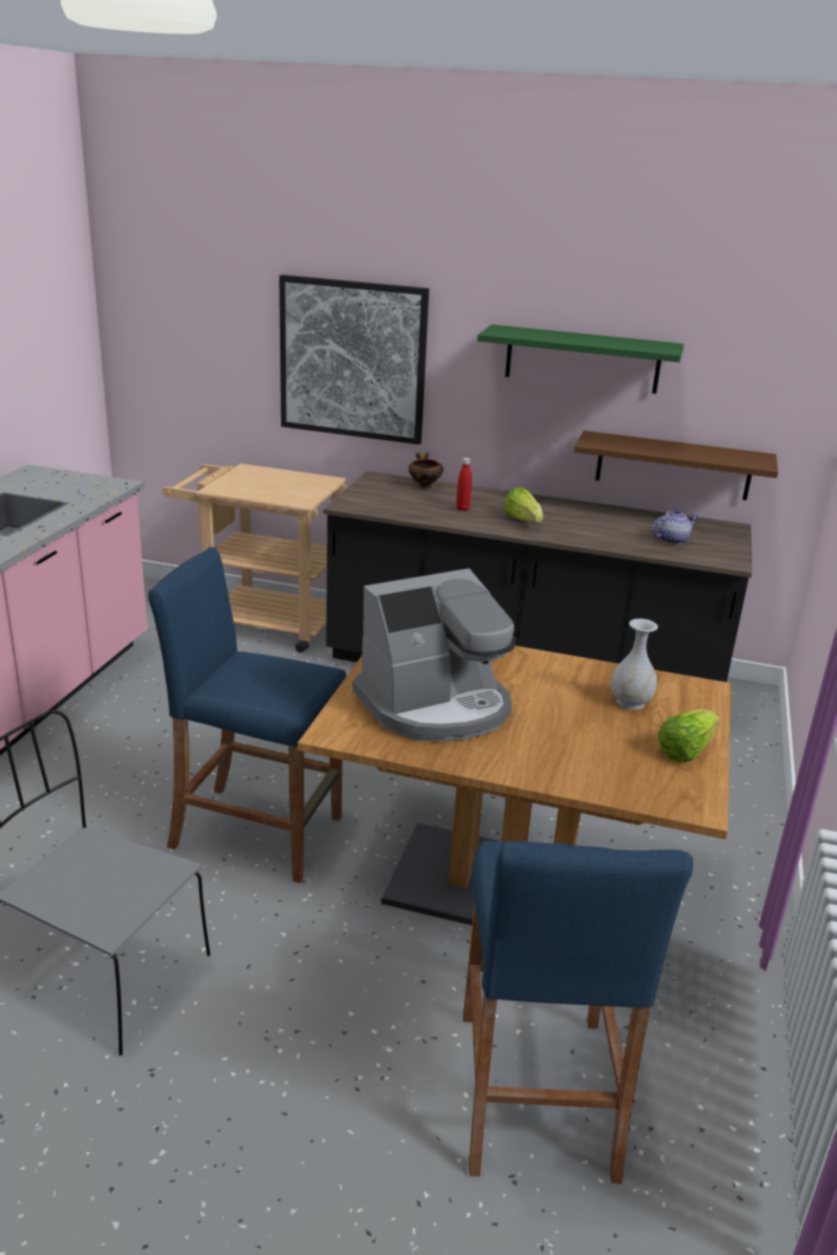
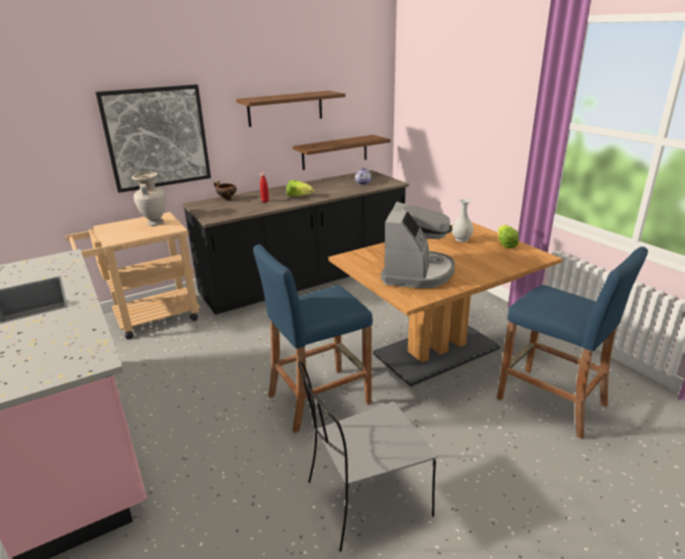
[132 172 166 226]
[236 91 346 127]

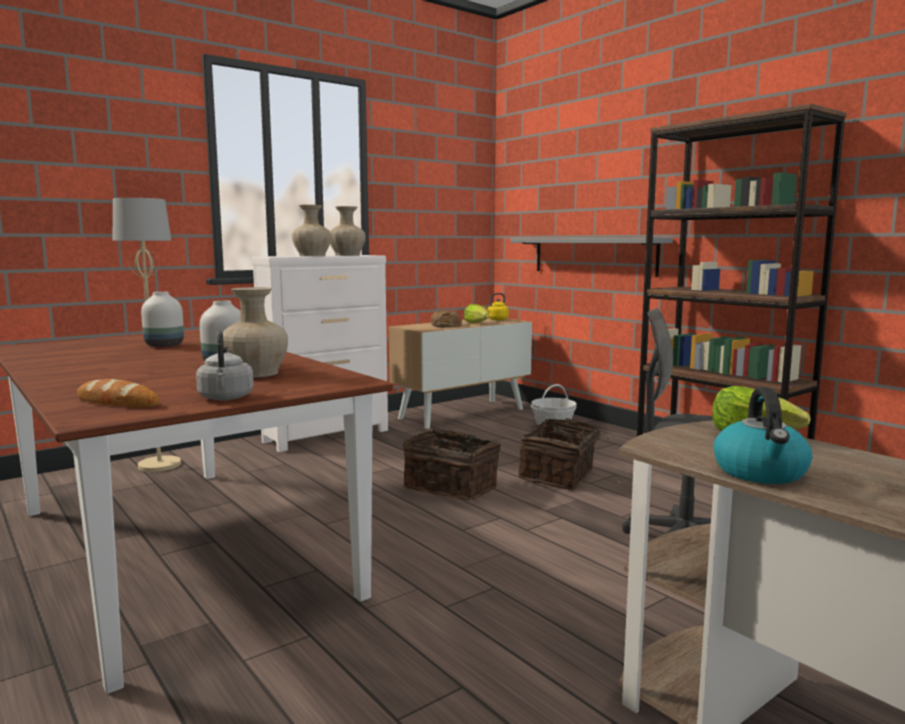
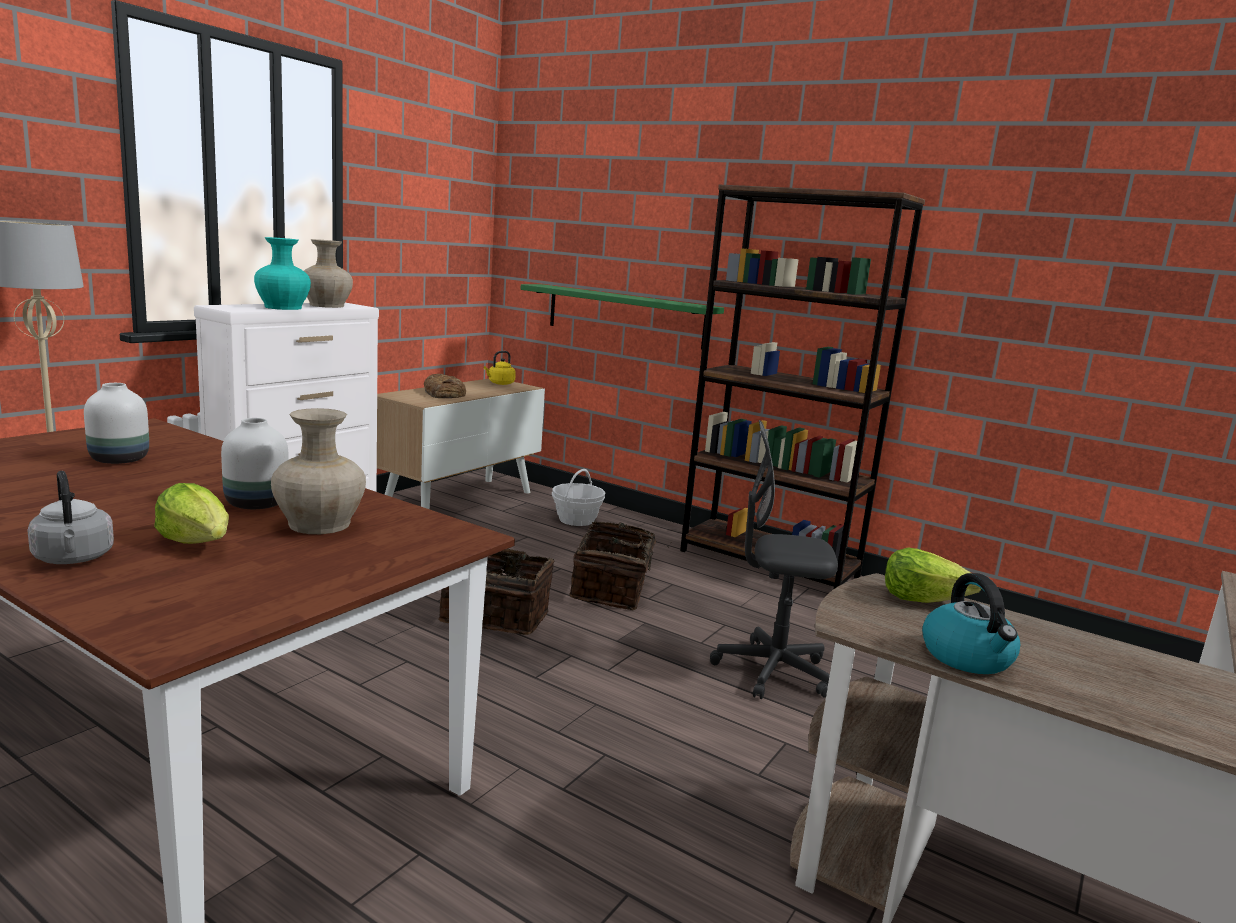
[77 379 159 407] (first image)
[27 471 114 564]
[154 483 229 544]
[254 237 311 310]
[521 284 724 350]

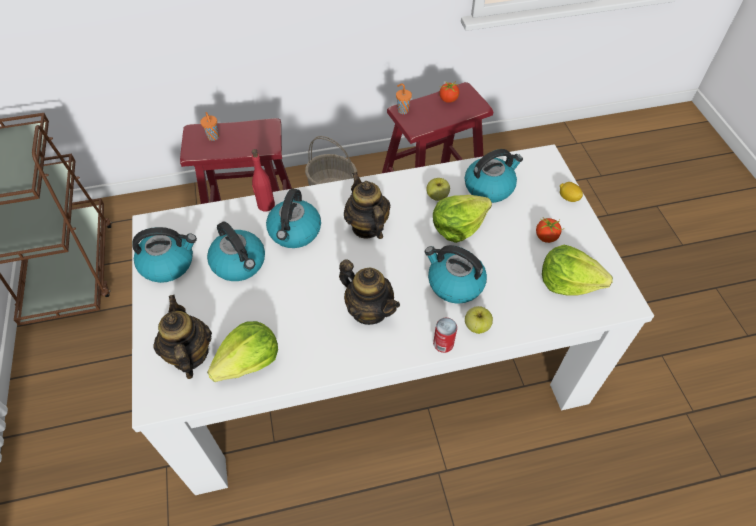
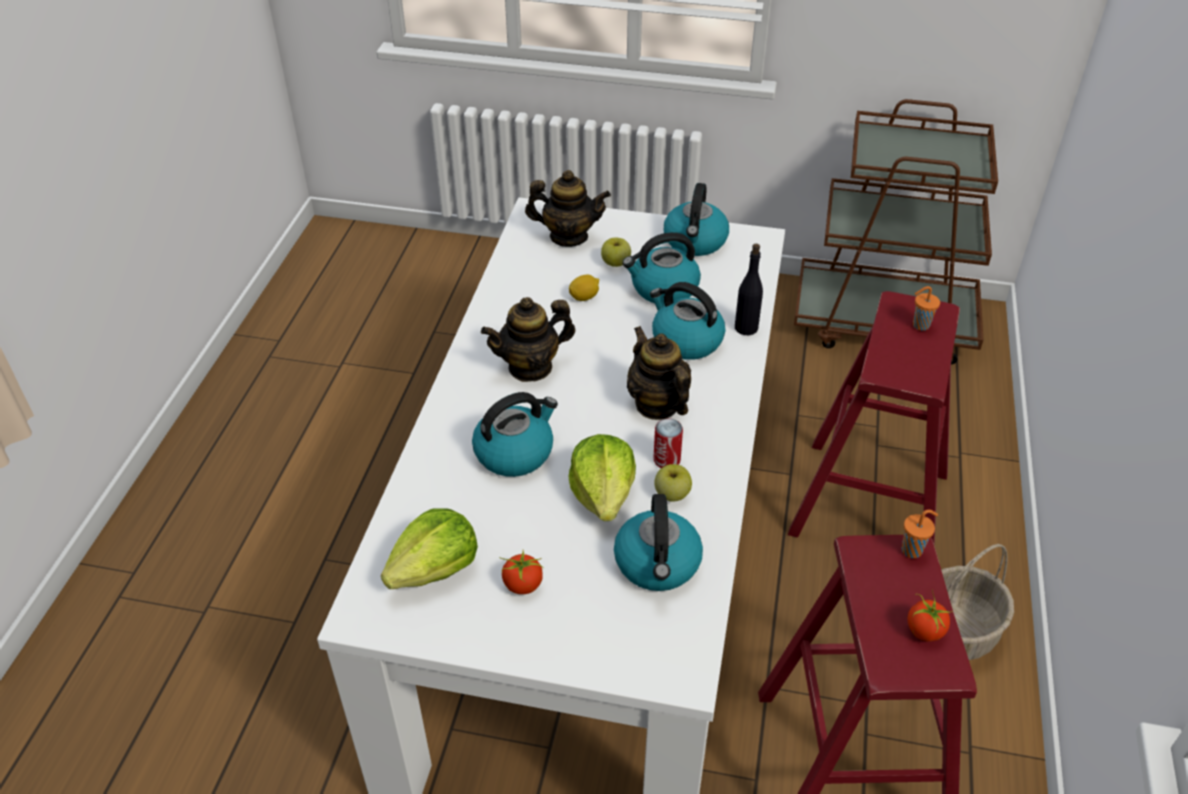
[207 321 278 382] (first image)
[653 419 683 468]
[601 237 631 267]
[569 274 599 301]
[735 244 763 335]
[627 326 691 420]

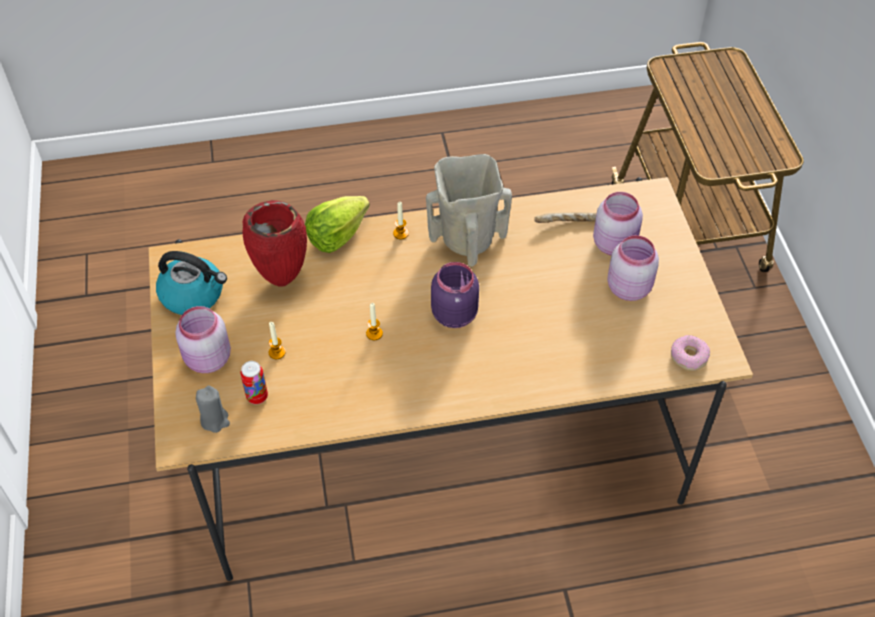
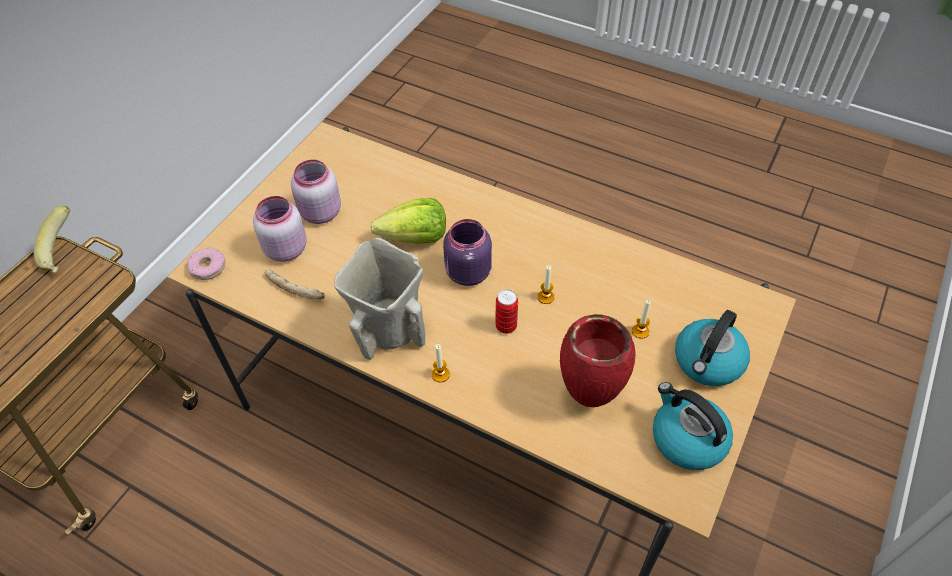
[196 386 230 433] (first image)
[34 206 70 273]
[495 289 518 334]
[371 198 446 244]
[187 248 225 280]
[675 310 750 386]

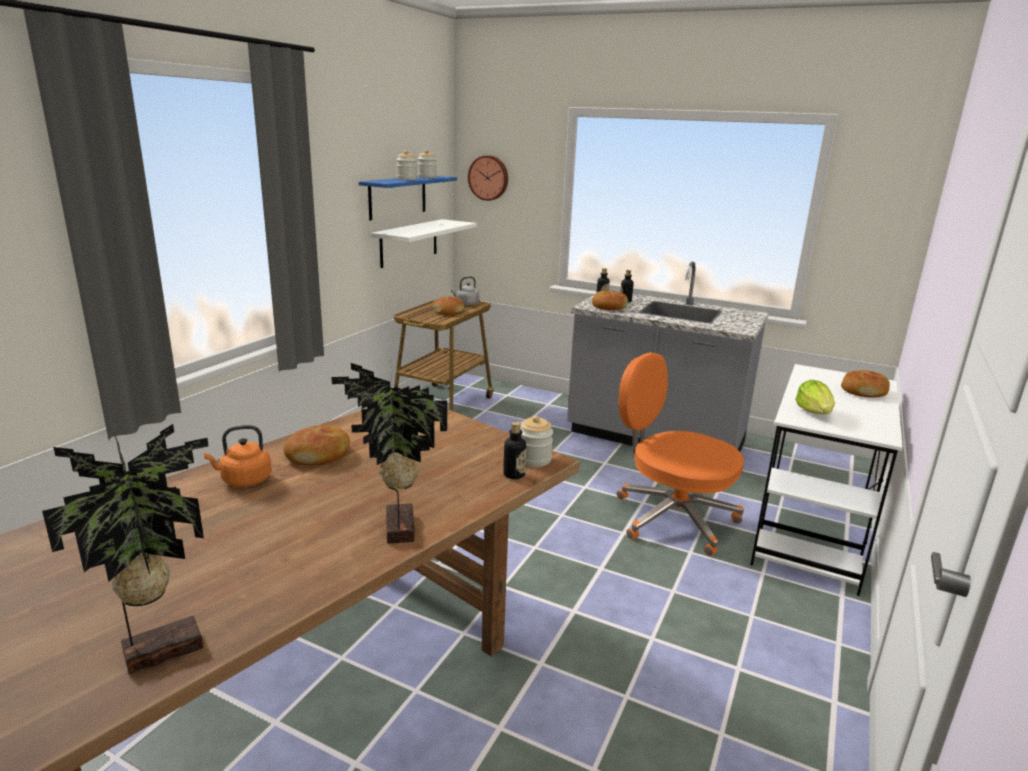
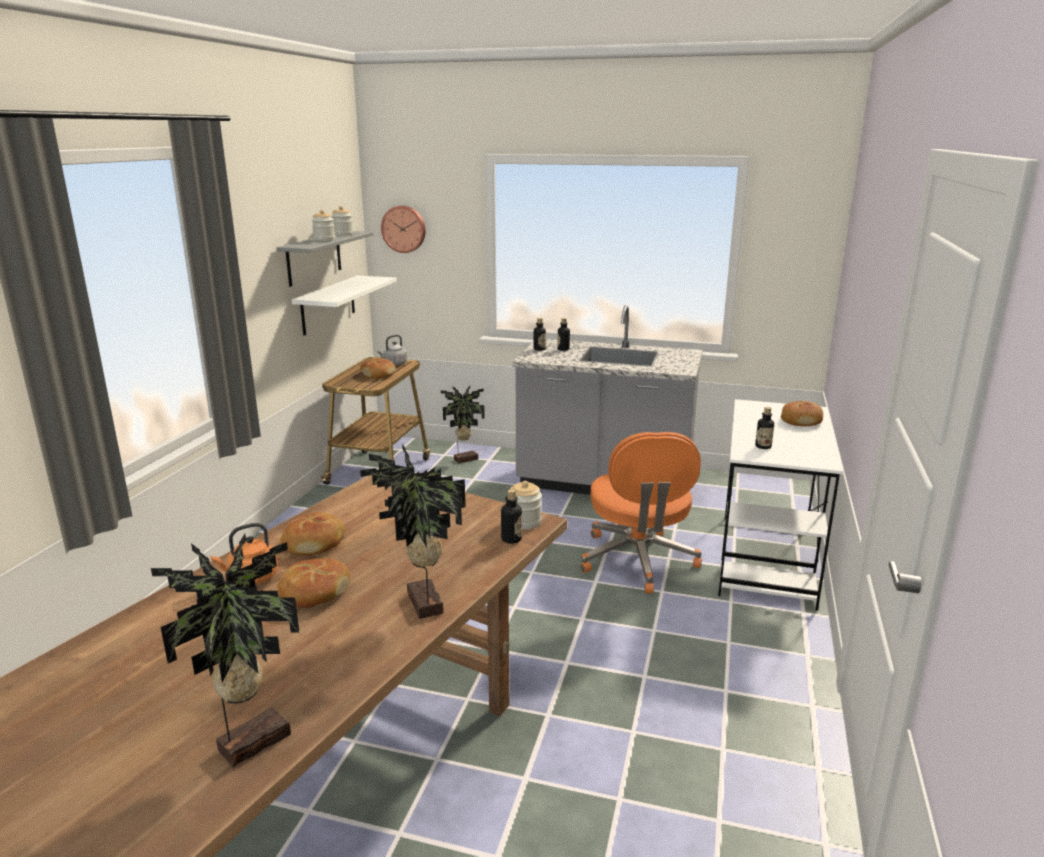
[441 386 485 463]
[277 558 350 608]
[755 407 774 449]
[277 231 373 287]
[580 432 702 594]

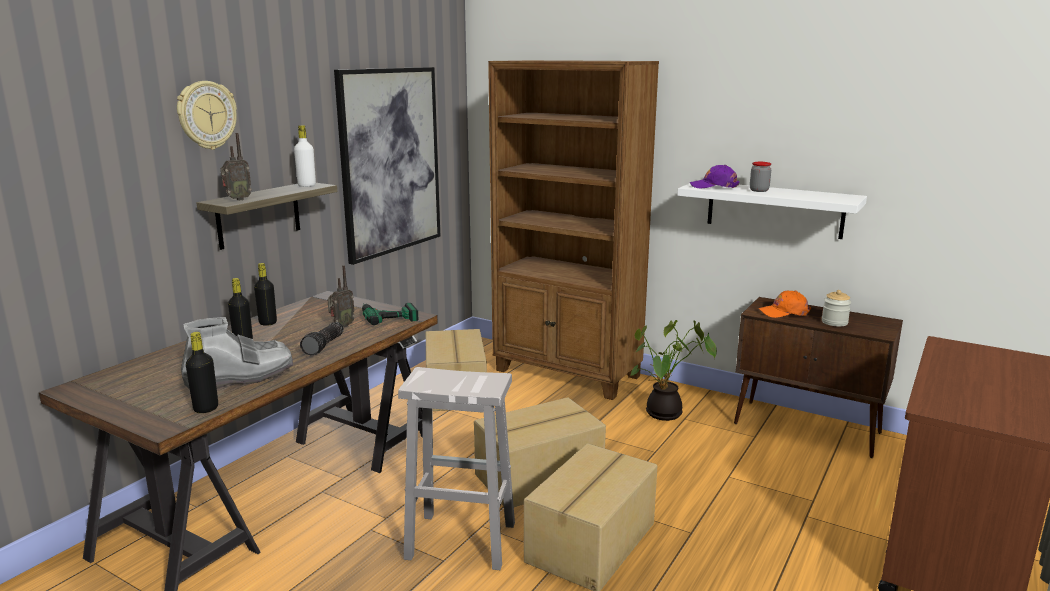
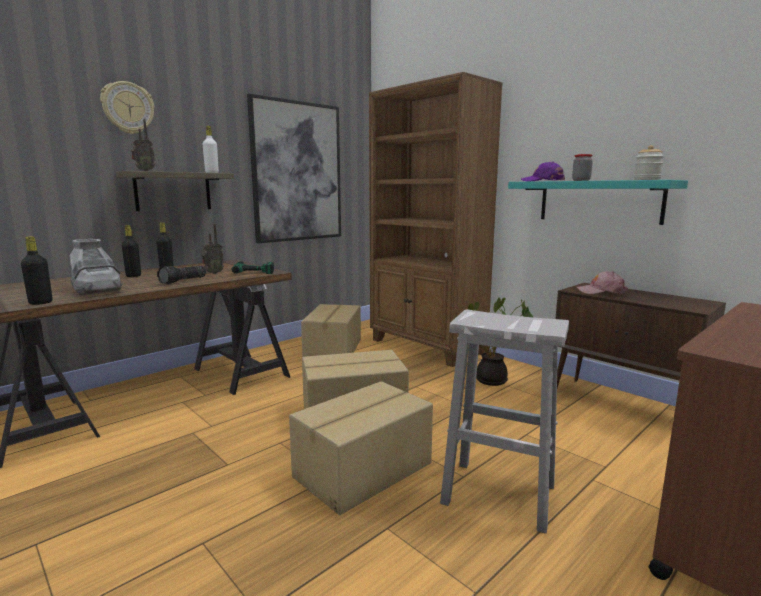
[440 309 569 534]
[634 145 664 180]
[508 180 688 225]
[577 271 628 294]
[70 239 122 295]

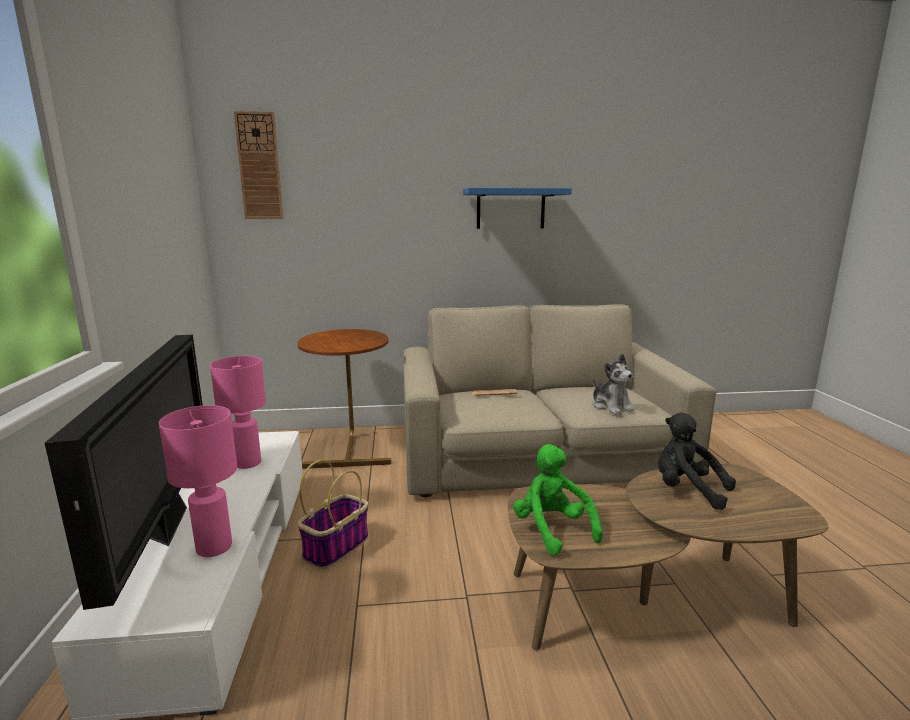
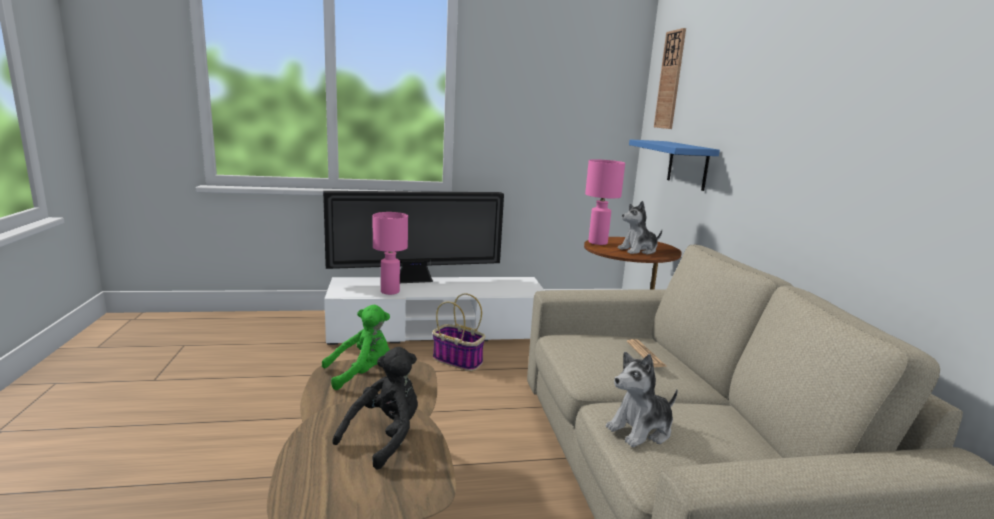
[618 201 662 255]
[585 159 625 245]
[629 139 720 191]

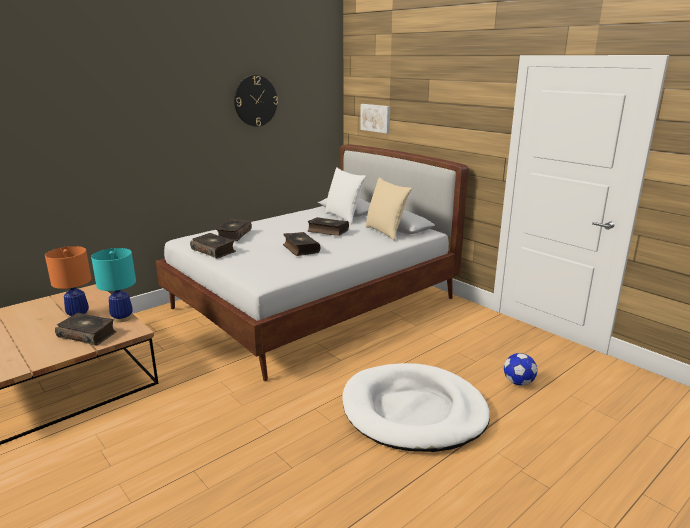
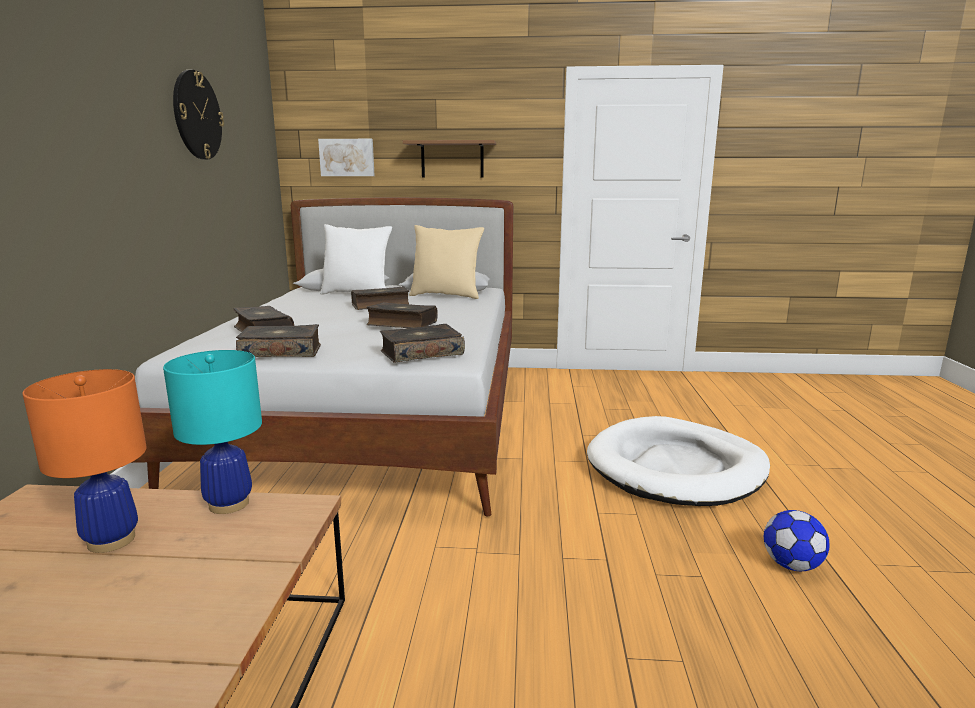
[403 140 496 177]
[380 324 465 363]
[764 510 829 571]

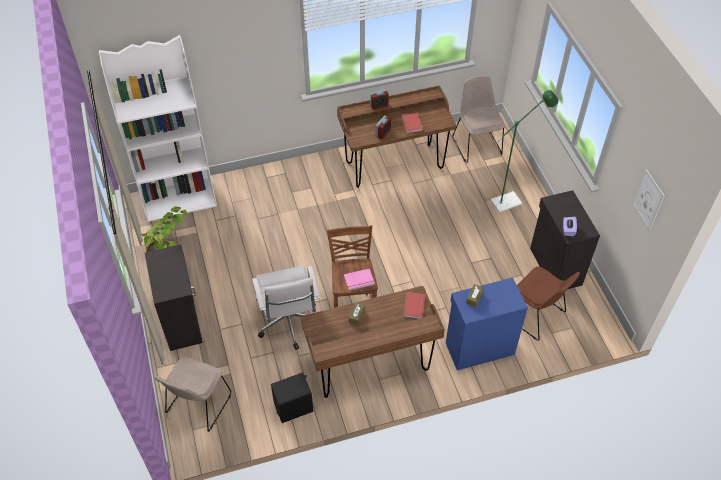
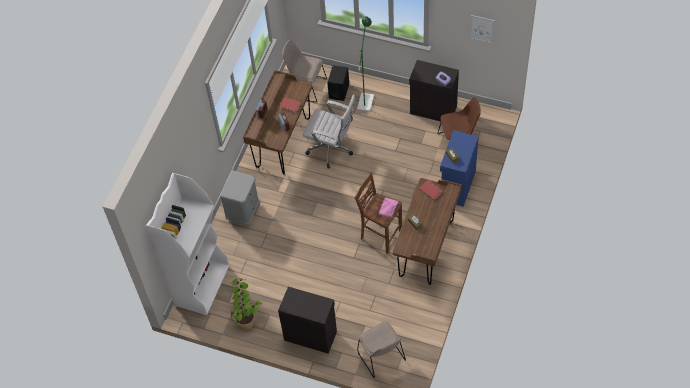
[220 170 260 228]
[303 94 356 169]
[327 65 349 101]

